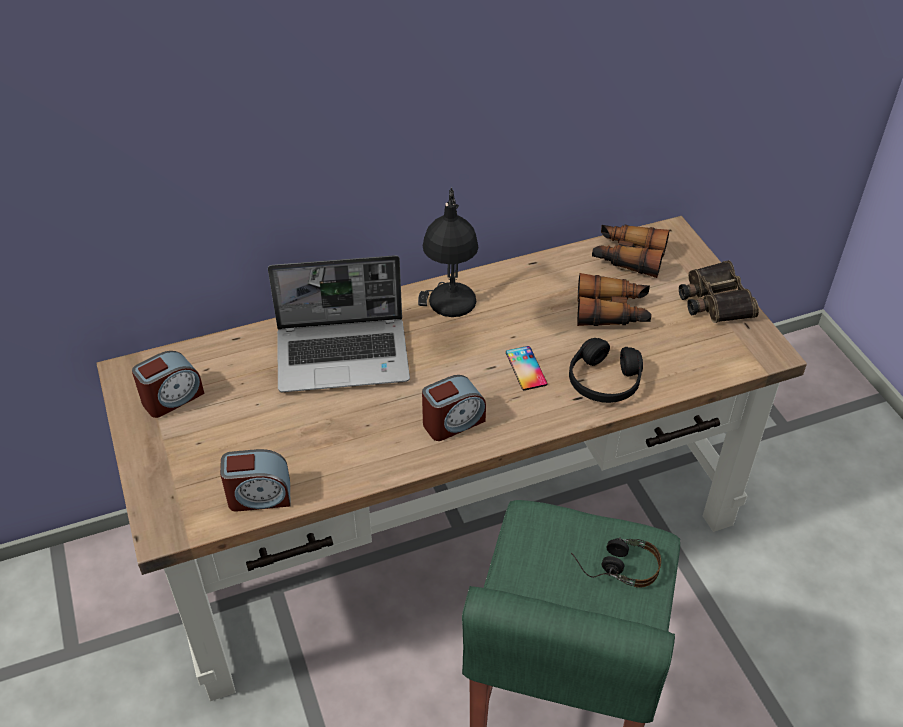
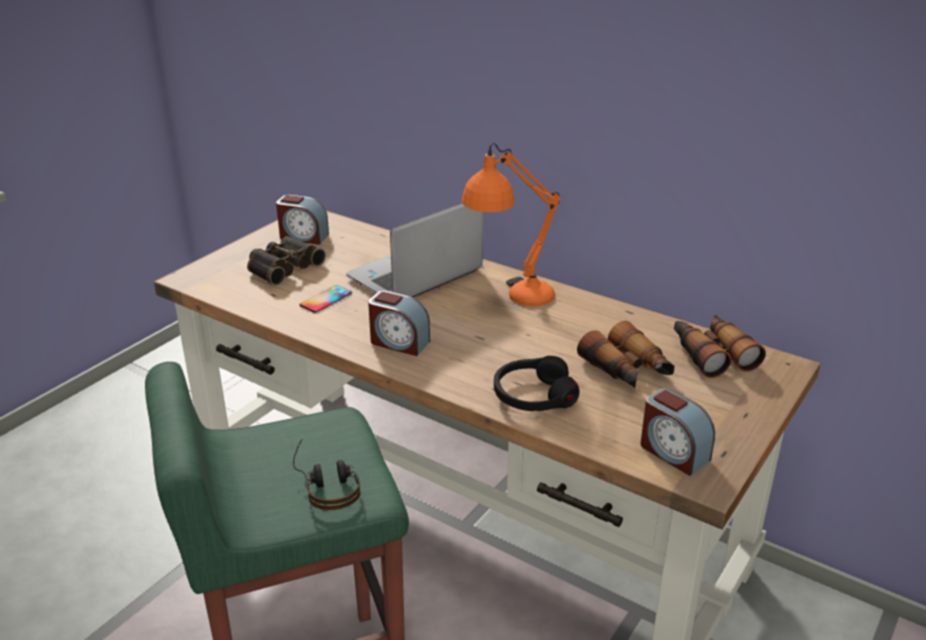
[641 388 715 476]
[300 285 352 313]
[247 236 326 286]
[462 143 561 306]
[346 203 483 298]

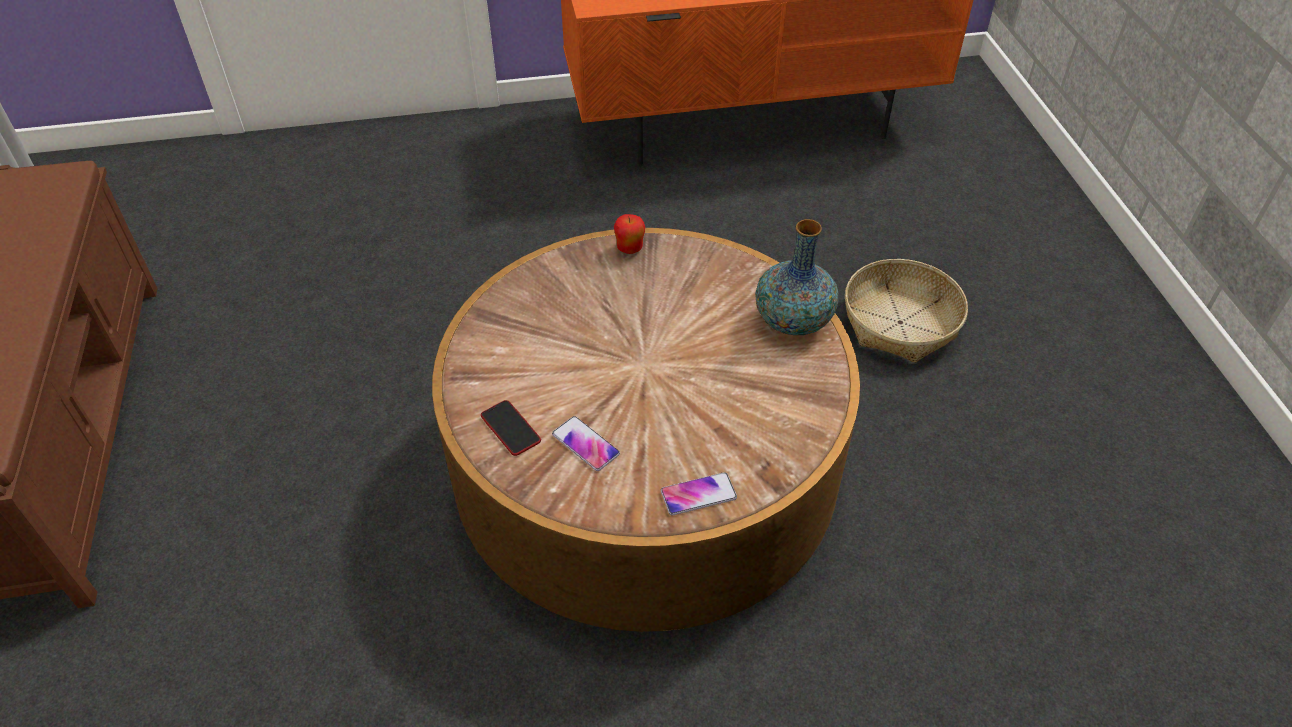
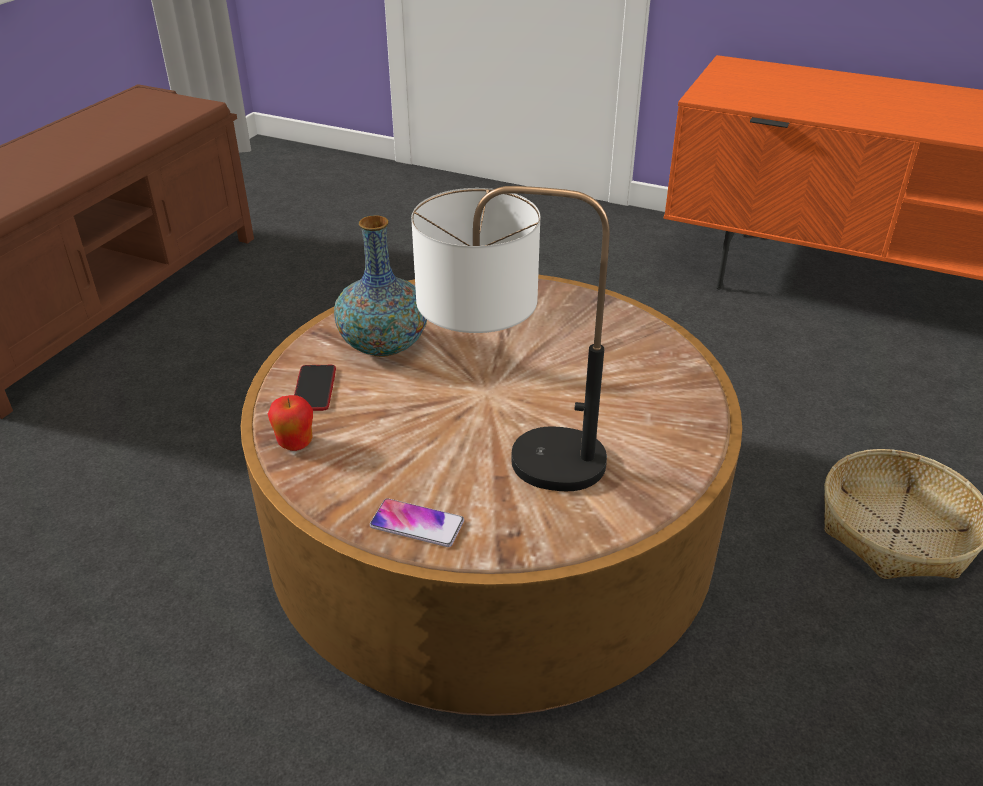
[552 416 620 471] (first image)
[411 186 610 491]
[268 395 313 451]
[334 215 427 357]

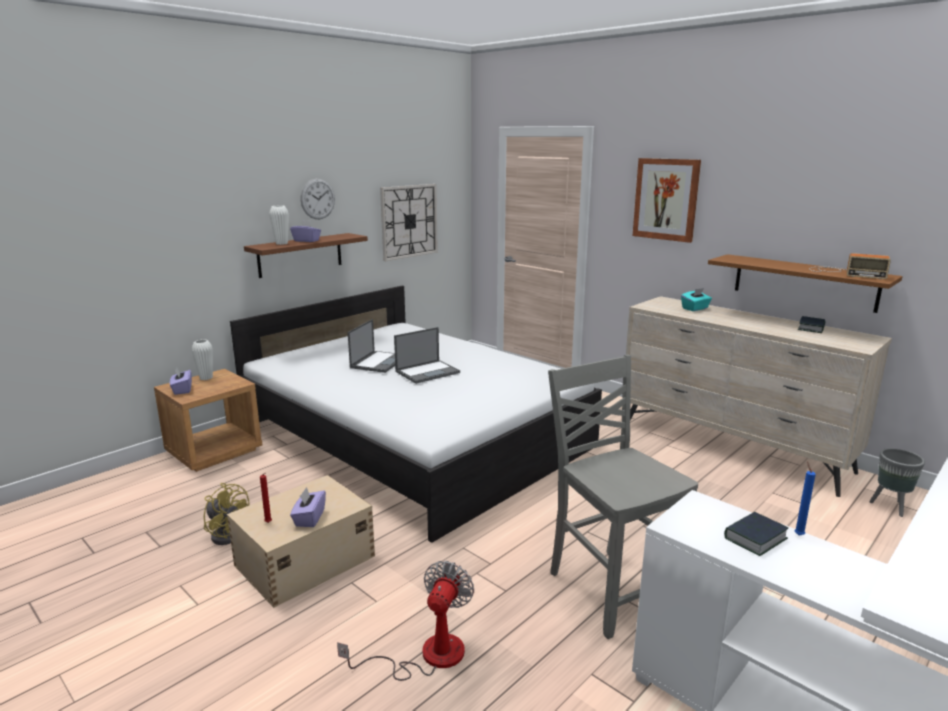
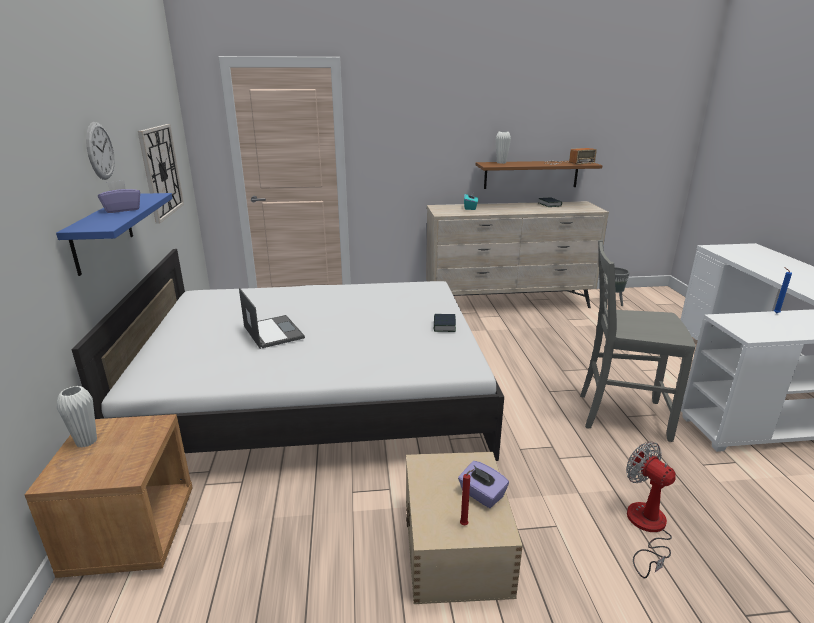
[170 368 192 395] (first image)
[204 483 249 545] (first image)
[394 327 460 384] (first image)
[633 158 701 243] (first image)
[496 131 511 164]
[434 314 456 332]
[56 193 173 276]

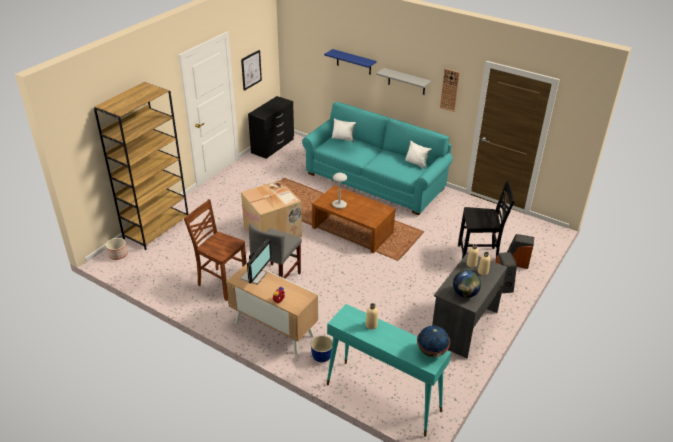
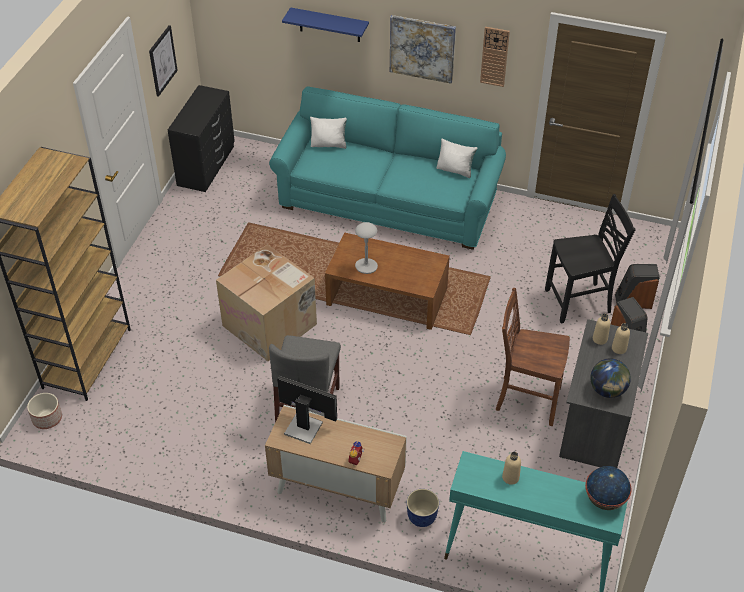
[496 288 570 426]
[390 15 456 84]
[277 376 337 444]

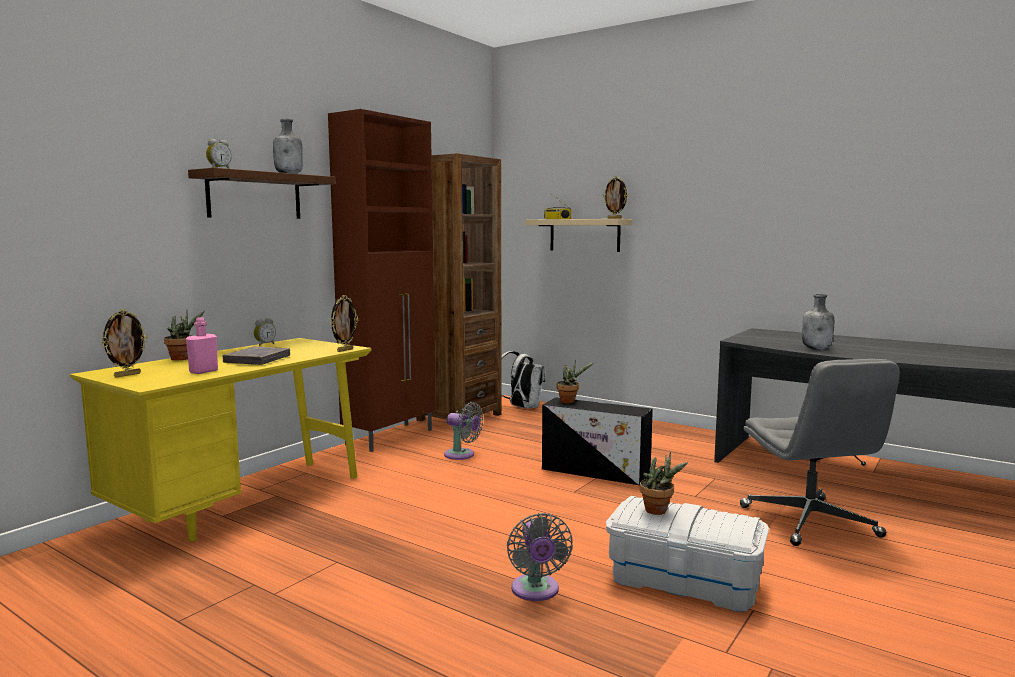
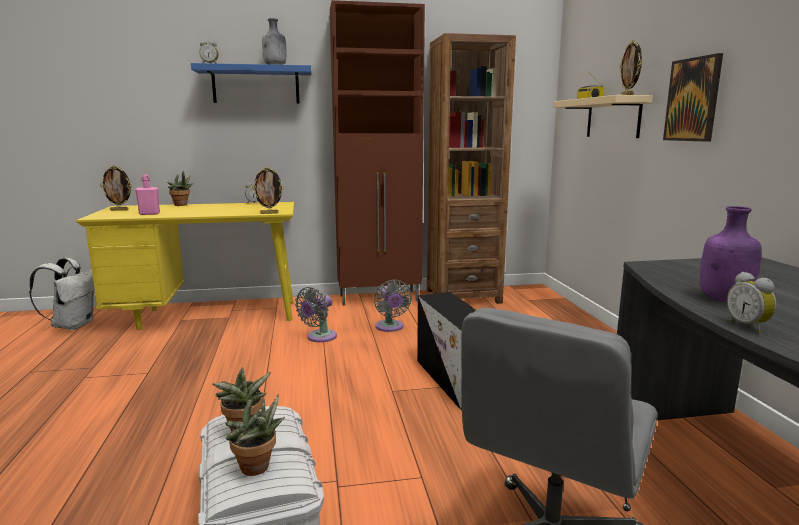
[222 347 290 365] (first image)
[663 53 723 142]
[727 272 776 333]
[29 258 95 330]
[295 287 337 342]
[225 394 285 476]
[191 63 311 104]
[700 206 762 302]

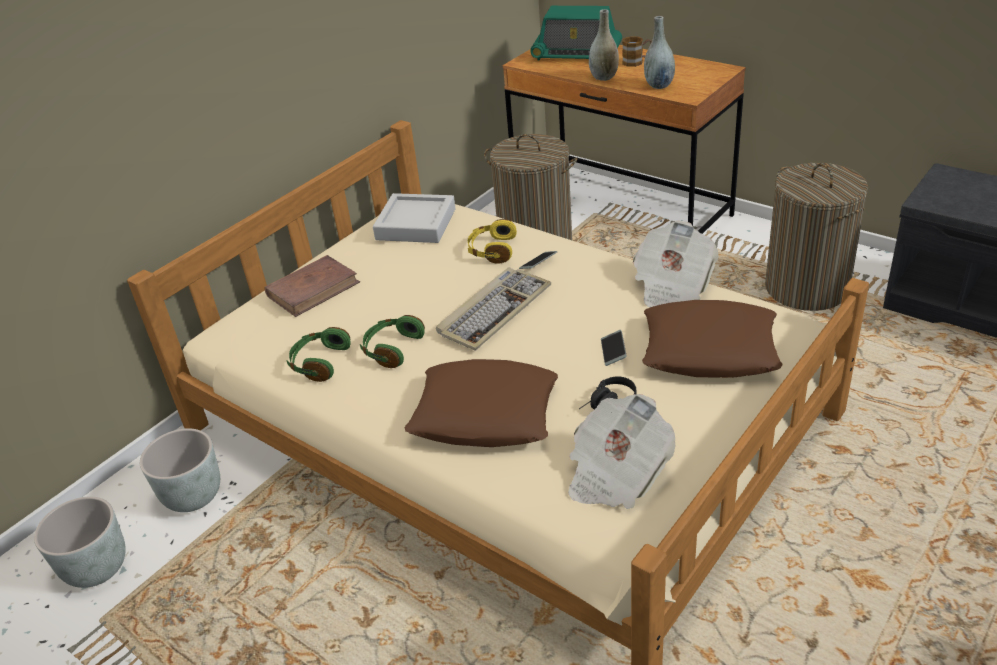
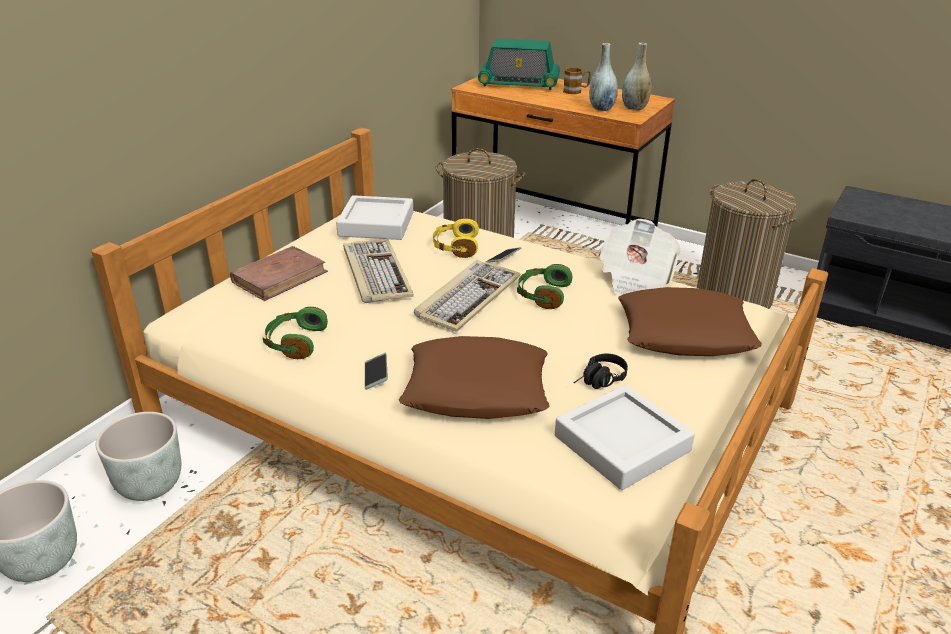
[343 239 414 303]
[517 264 572 309]
[622 43 651 110]
[365 353 388 390]
[555 385 695 490]

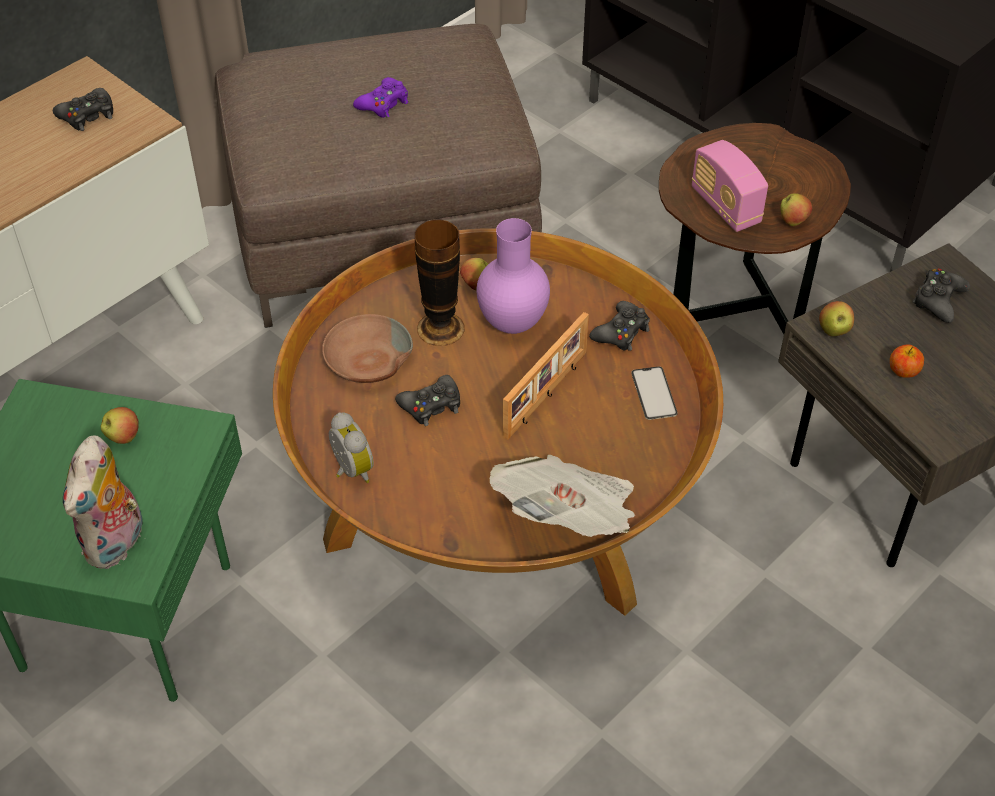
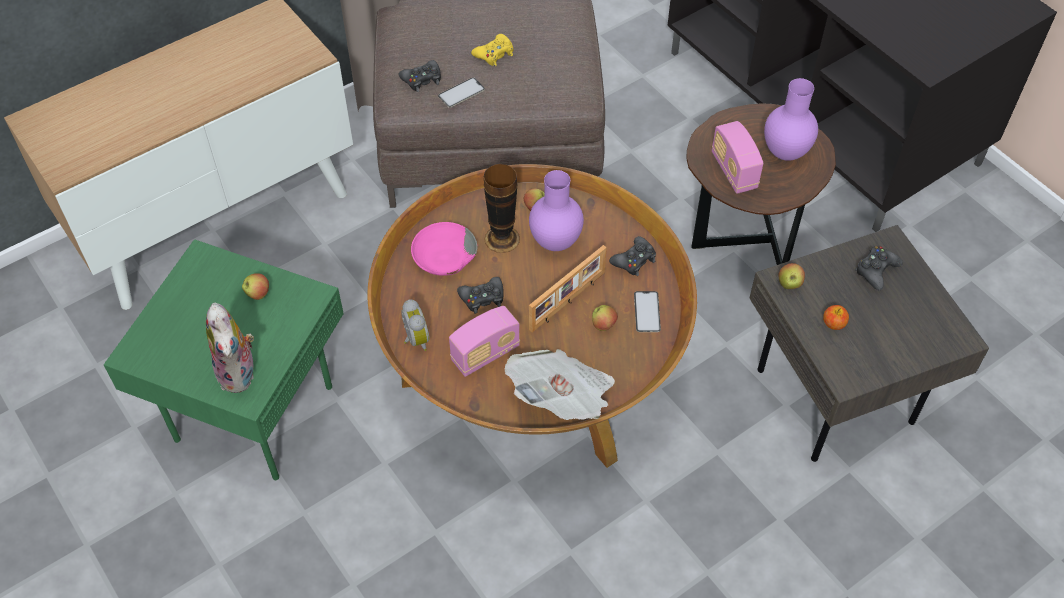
[438 77 485 108]
[449 306 520 377]
[764 78 818 161]
[399 60 441 92]
[592 305 618 331]
[411 222 478 276]
[471 34 513 66]
[206 303 254 393]

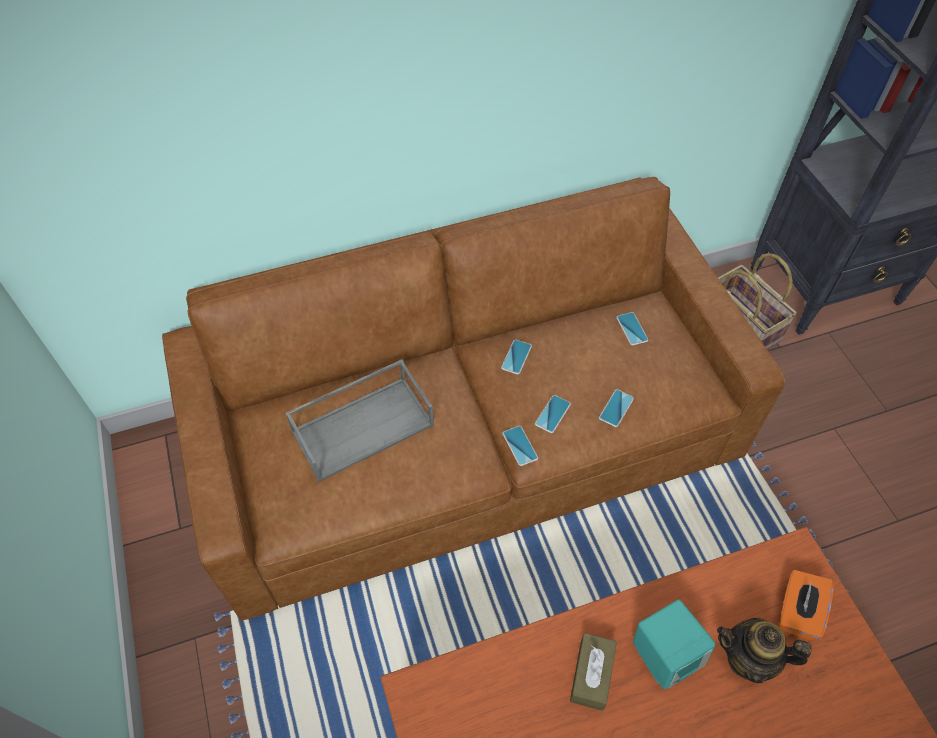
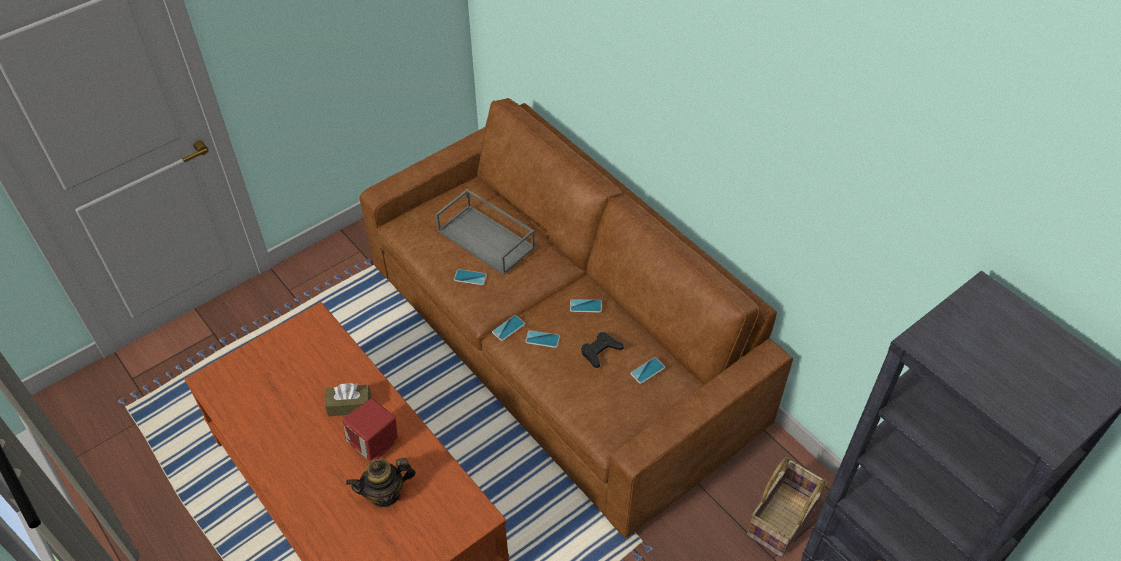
[779 570 834 641] (first image)
[581 332 624 368]
[454 269 487 285]
[342 398 398 461]
[346 458 416 507]

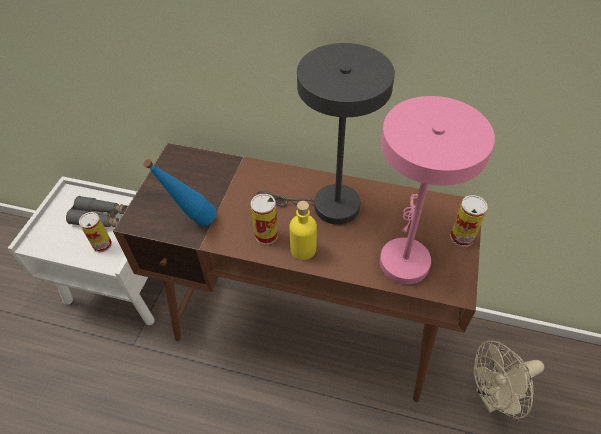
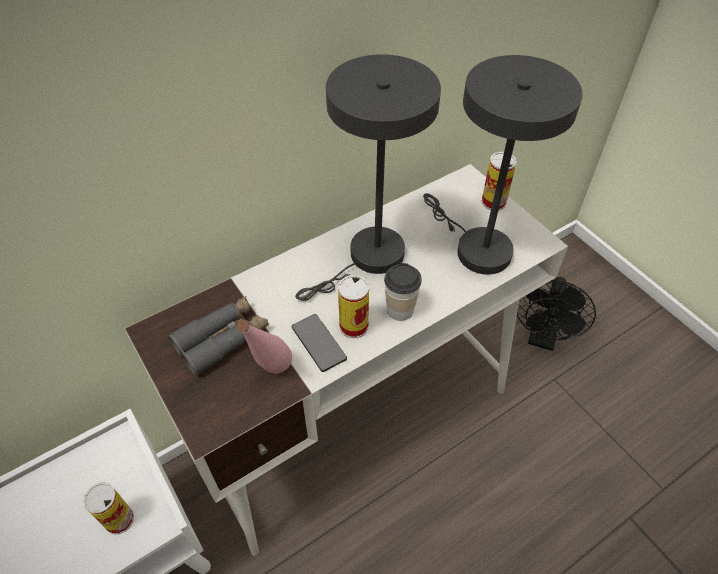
[292 314 347 372]
[168 296 269 376]
[384 263 421 321]
[124 164 568 556]
[237 320 292 374]
[423 55 583 275]
[517 277 596 351]

